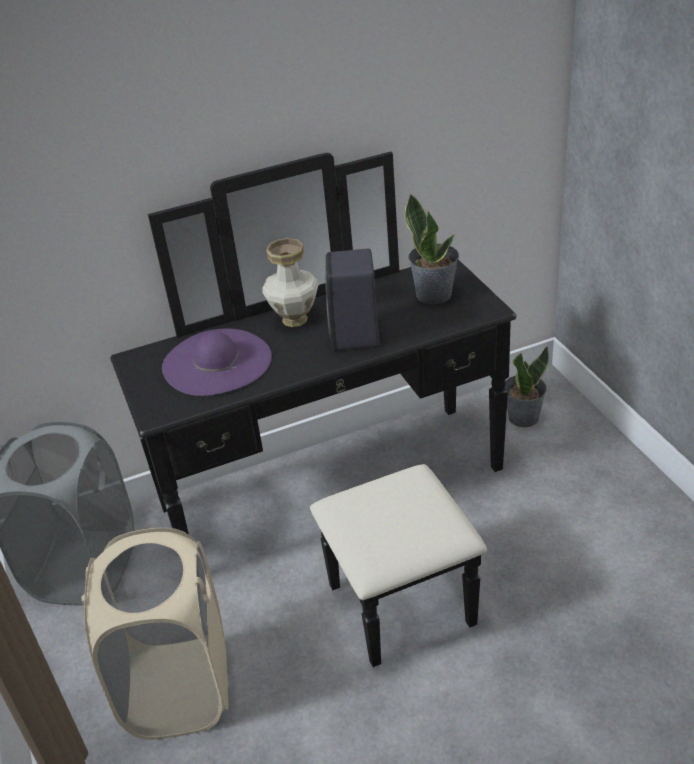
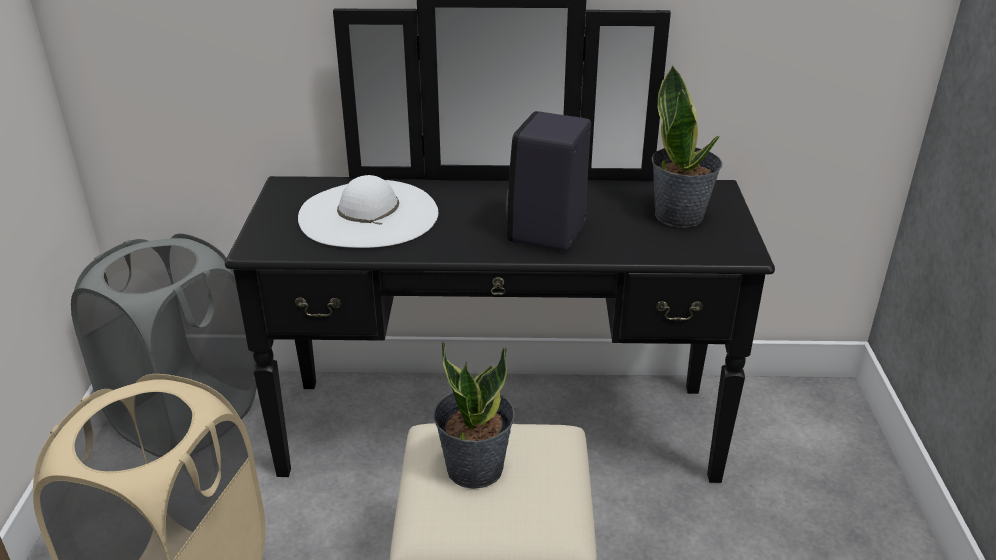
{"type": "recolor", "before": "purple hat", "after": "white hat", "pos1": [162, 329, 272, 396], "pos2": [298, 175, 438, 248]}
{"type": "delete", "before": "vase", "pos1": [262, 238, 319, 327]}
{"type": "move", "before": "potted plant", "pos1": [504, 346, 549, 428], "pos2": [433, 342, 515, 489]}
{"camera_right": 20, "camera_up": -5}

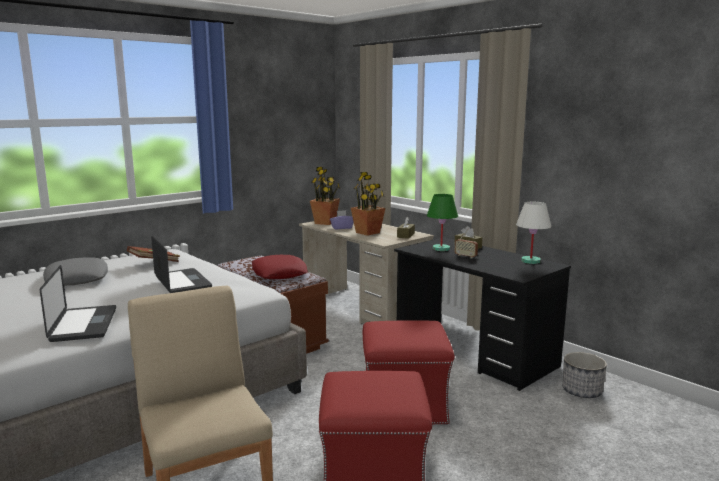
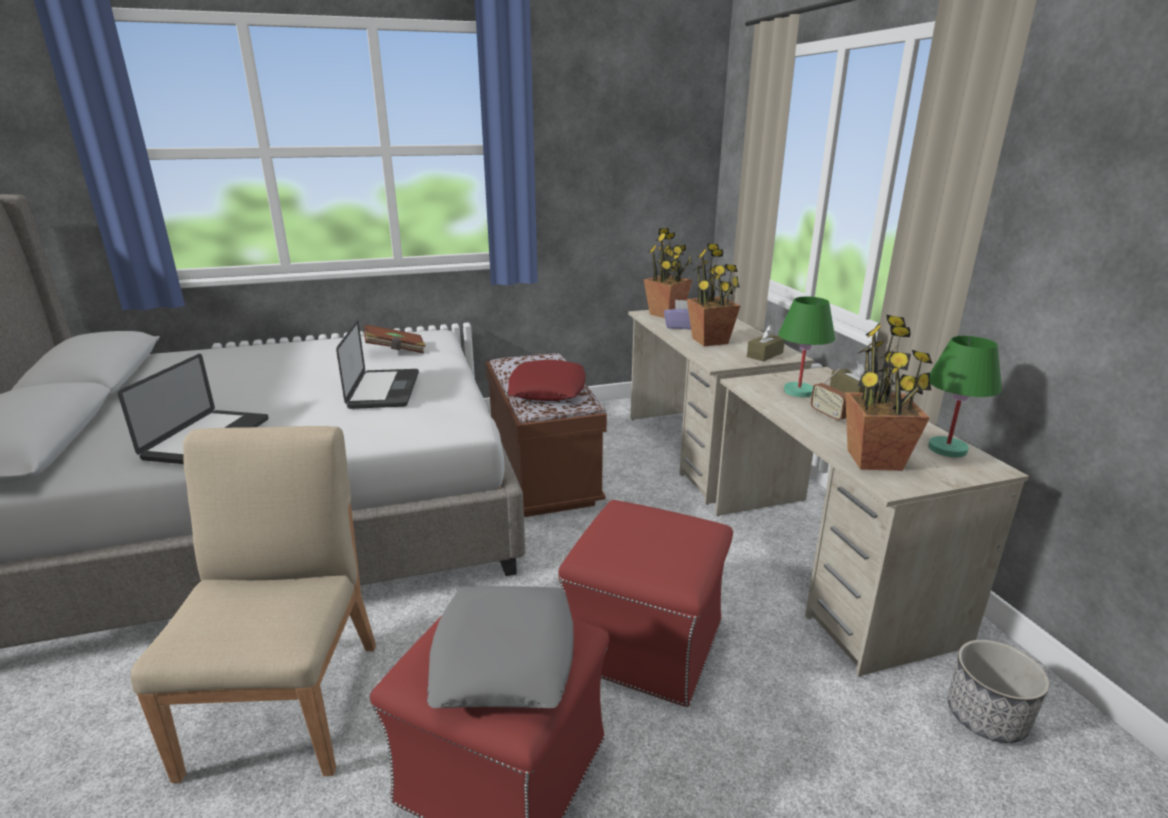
{"type": "move", "before": "grey pillow", "pos1": [43, 258, 108, 285], "pos2": [427, 586, 574, 708]}
{"type": "recolor", "before": "black desk", "after": "beige desk", "pos1": [394, 237, 571, 391], "pos2": [715, 367, 1029, 677]}
{"type": "recolor", "before": "white table lamp", "after": "green table lamp", "pos1": [516, 202, 551, 264], "pos2": [928, 336, 1002, 457]}
{"type": "insert", "after": "potted plant", "pos2": [845, 315, 933, 471]}
{"camera_right": 25, "camera_up": 10}

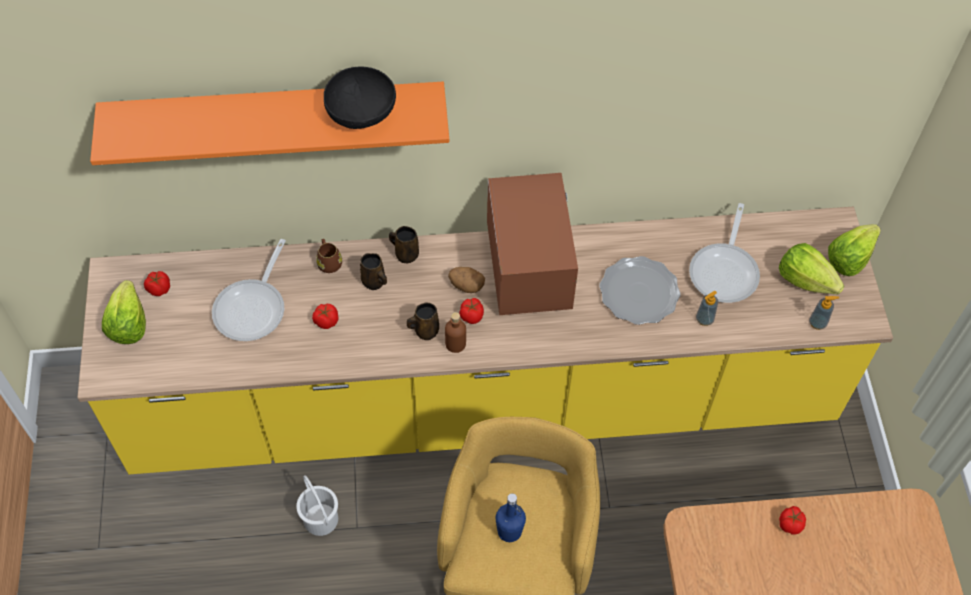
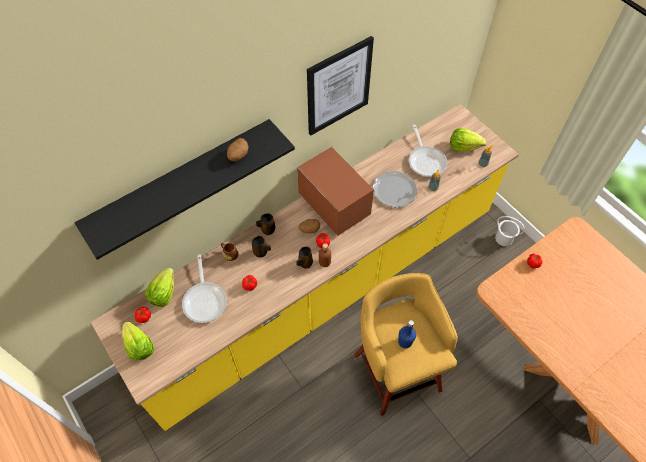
{"type": "recolor", "before": "orange shelf", "after": "black shelf", "pos1": [90, 82, 449, 165], "pos2": [74, 119, 295, 260]}
{"type": "move", "before": "white bucket", "pos1": [296, 475, 338, 536], "pos2": [495, 216, 525, 246]}
{"type": "replace", "before": "black bowl", "after": "potato", "pos1": [324, 67, 396, 129], "pos2": [227, 138, 249, 161]}
{"type": "move", "before": "lettuce", "pos1": [828, 224, 881, 276], "pos2": [145, 267, 174, 307]}
{"type": "insert", "after": "picture", "pos2": [307, 36, 374, 135]}
{"camera_right": -30, "camera_up": 0}

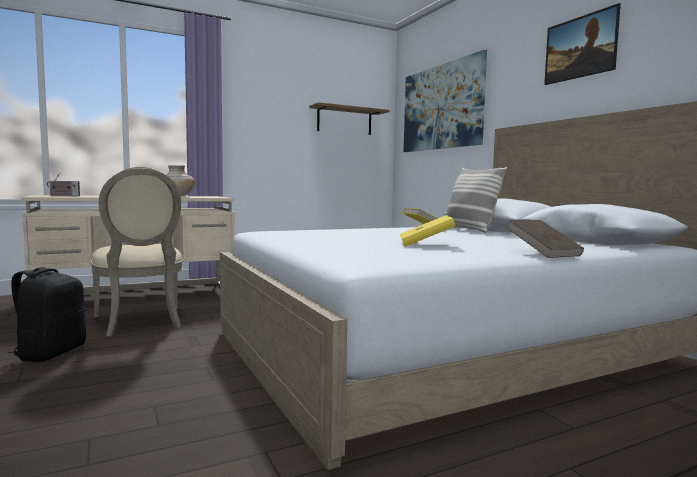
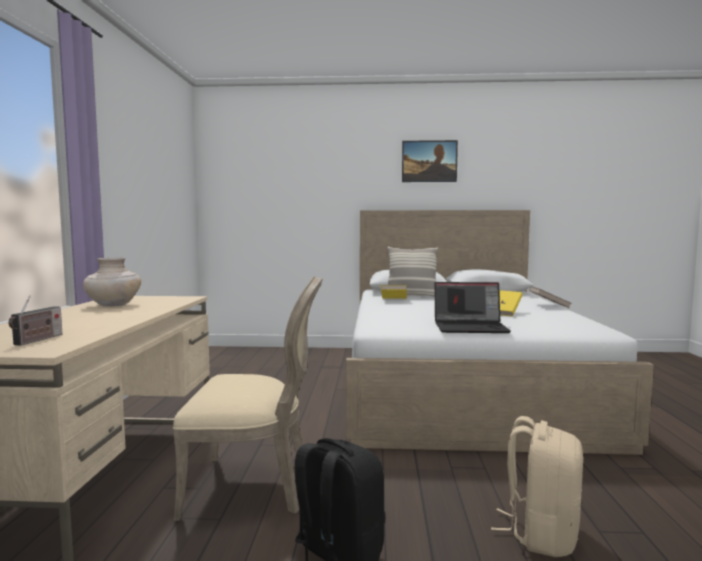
{"type": "delete", "before": "shelf", "pos1": [309, 102, 389, 135]}
{"type": "delete", "before": "picture", "pos1": [404, 50, 487, 152]}
{"type": "insert", "after": "laptop", "pos2": [434, 282, 511, 333]}
{"type": "insert", "after": "beige backpack", "pos2": [491, 416, 583, 557]}
{"camera_right": -60, "camera_up": 0}

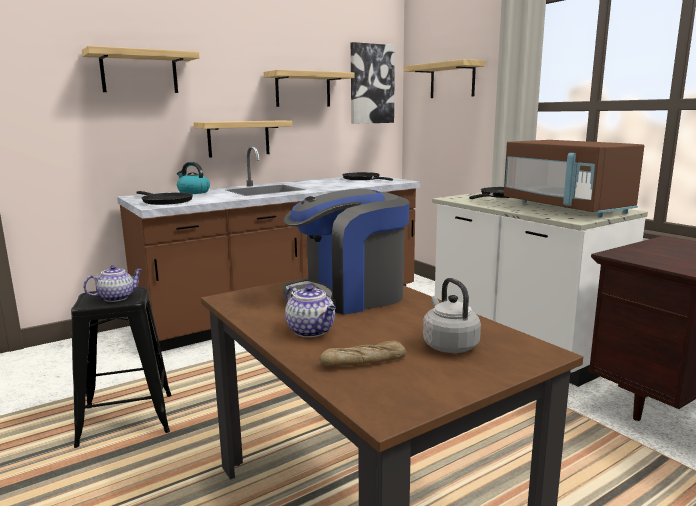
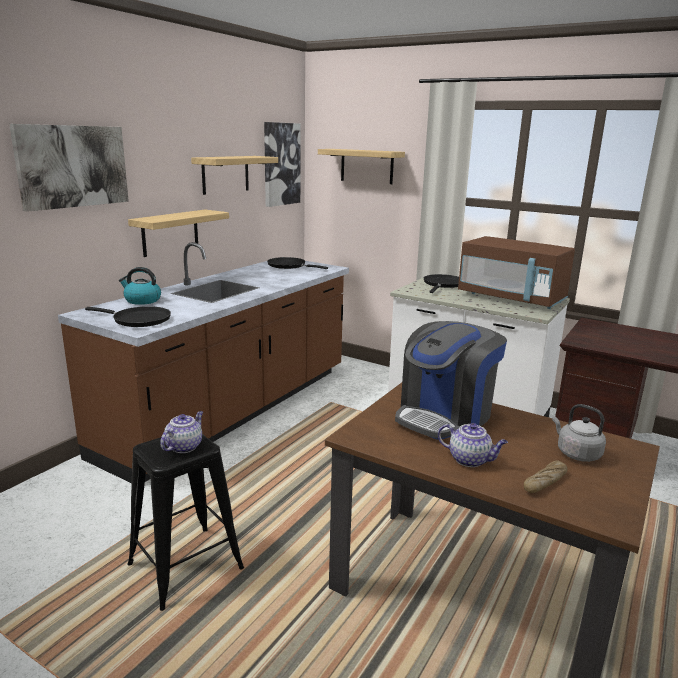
{"type": "replace", "before": "shelf", "after": "picture", "pos1": [82, 46, 200, 93], "pos2": [9, 124, 129, 212]}
{"camera_right": -25, "camera_up": 5}

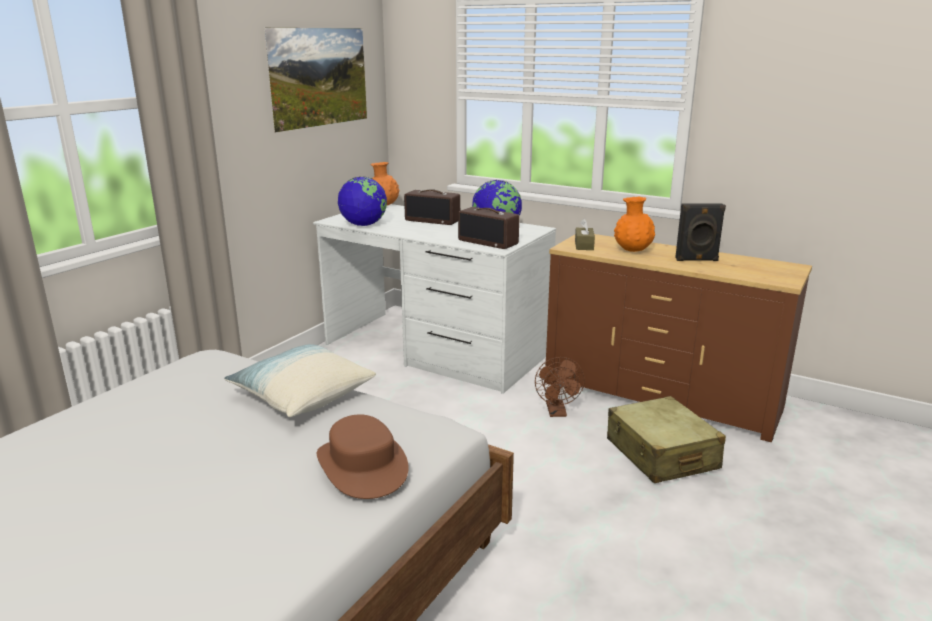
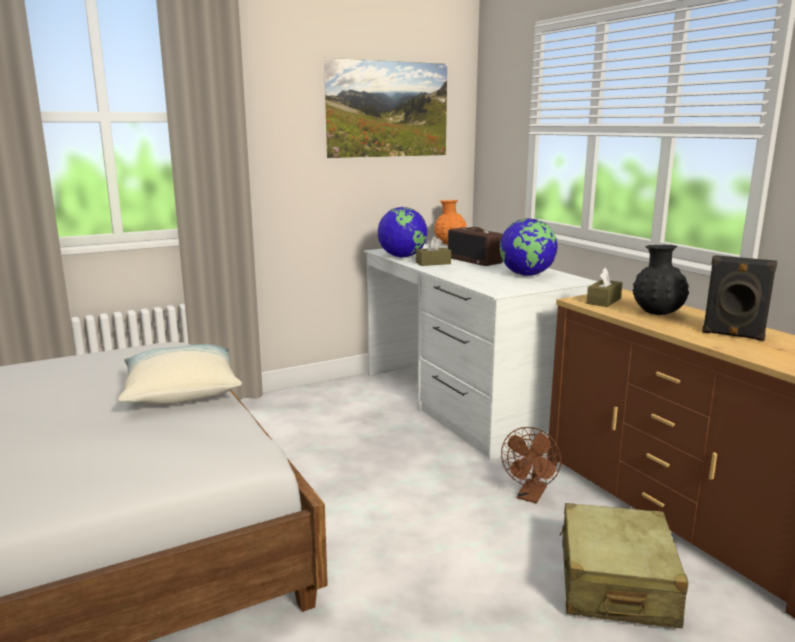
{"type": "delete", "before": "brown hat", "pos1": [317, 414, 409, 499]}
{"type": "delete", "before": "radio", "pos1": [458, 207, 519, 249]}
{"type": "recolor", "before": "orange vase", "after": "black vase", "pos1": [614, 196, 655, 252], "pos2": [633, 245, 689, 315]}
{"type": "insert", "after": "brown tissue box", "pos2": [416, 237, 451, 266]}
{"camera_right": 30, "camera_up": -5}

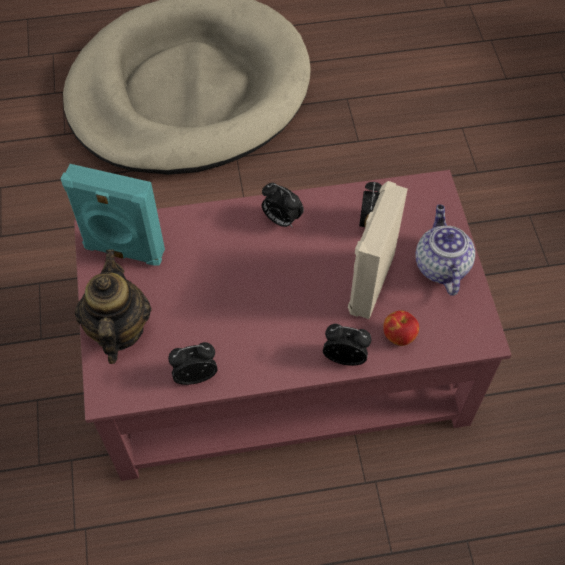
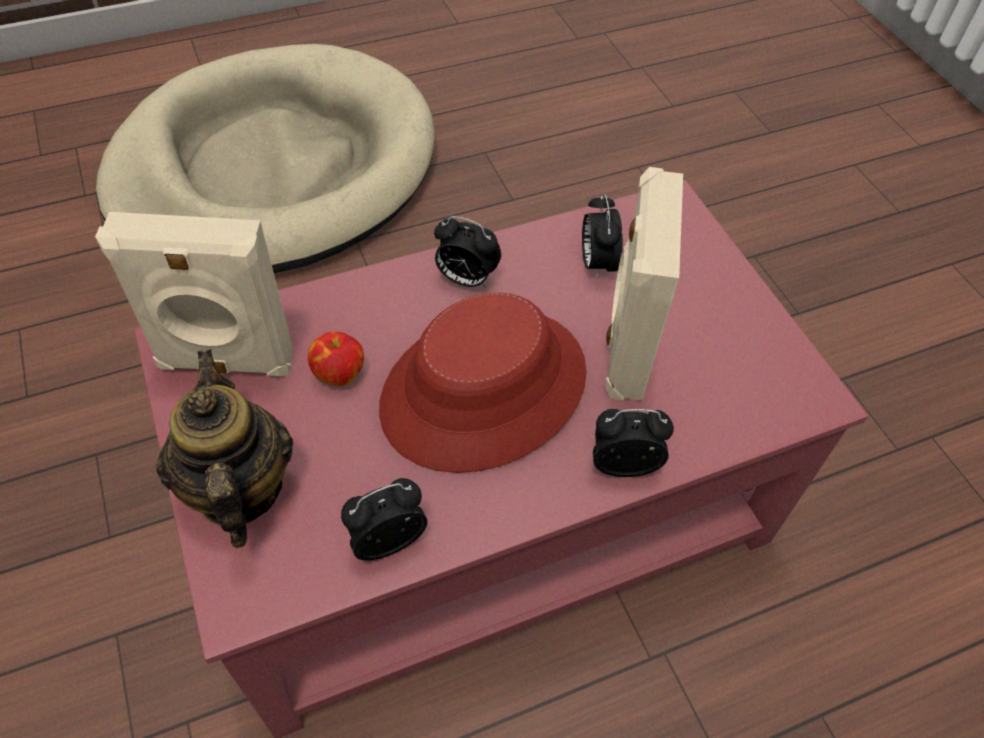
{"type": "recolor", "before": "turquoise speaker", "after": "beige speaker", "pos1": [60, 164, 165, 266], "pos2": [95, 212, 293, 376]}
{"type": "move", "before": "apple", "pos1": [383, 310, 419, 346], "pos2": [308, 331, 364, 386]}
{"type": "delete", "before": "teapot", "pos1": [415, 205, 475, 296]}
{"type": "insert", "after": "red hat", "pos2": [379, 293, 587, 473]}
{"camera_right": -15, "camera_up": -5}

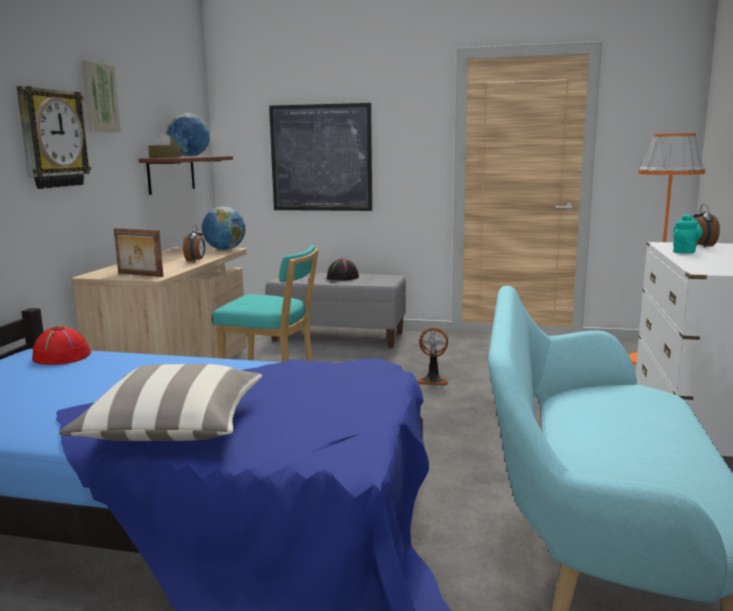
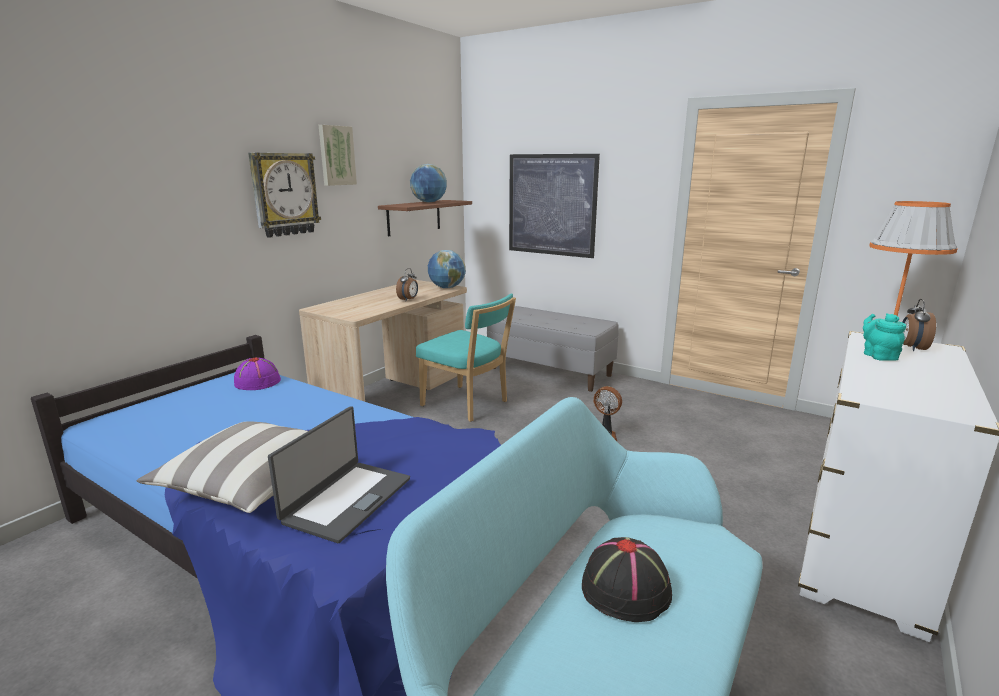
{"type": "recolor", "before": "red hat", "after": "purple hat", "pos1": [32, 326, 91, 365], "pos2": [234, 357, 281, 390]}
{"type": "delete", "before": "picture frame", "pos1": [114, 228, 164, 277]}
{"type": "delete", "before": "brown tissue box", "pos1": [148, 133, 181, 158]}
{"type": "move", "before": "black hat", "pos1": [327, 258, 359, 280], "pos2": [582, 537, 672, 622]}
{"type": "rotate", "before": "turquoise teapot", "pos1": [673, 214, 703, 254], "pos2": [863, 313, 906, 361], "turn": -60}
{"type": "insert", "after": "laptop", "pos2": [268, 406, 410, 543]}
{"camera_right": 20, "camera_up": 5}

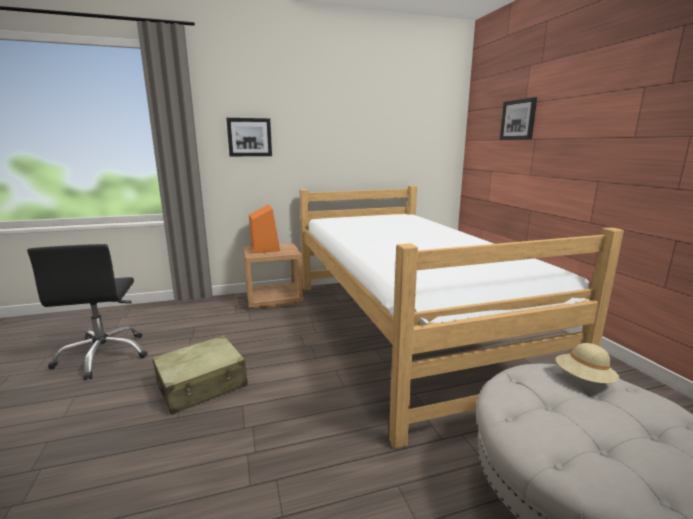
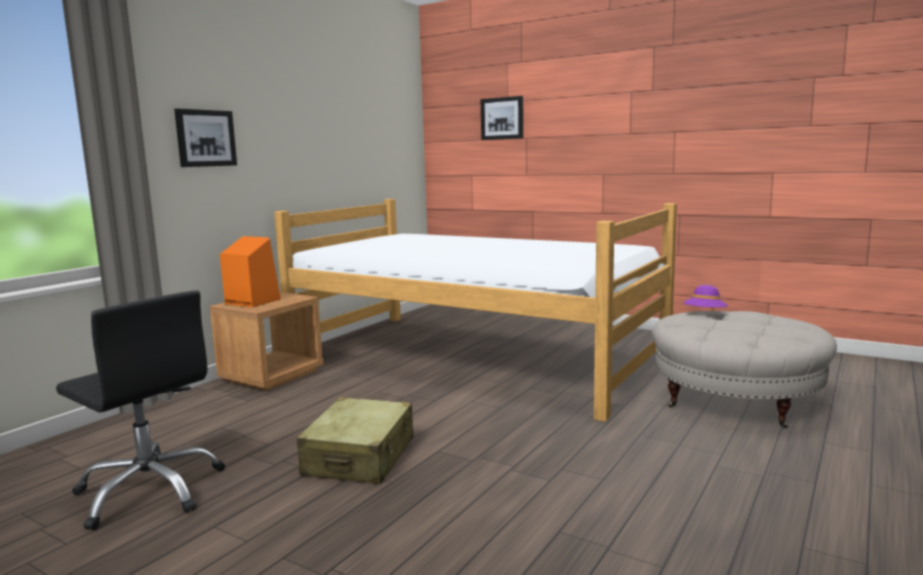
{"type": "recolor", "before": "beige hat", "after": "purple hat", "pos1": [555, 343, 619, 383], "pos2": [683, 285, 728, 310]}
{"camera_right": -40, "camera_up": -5}

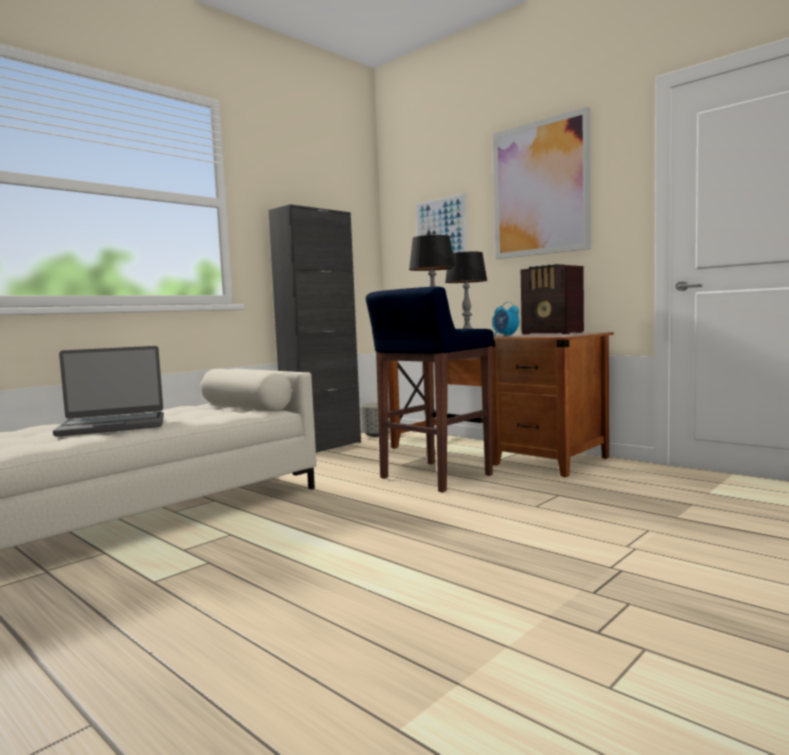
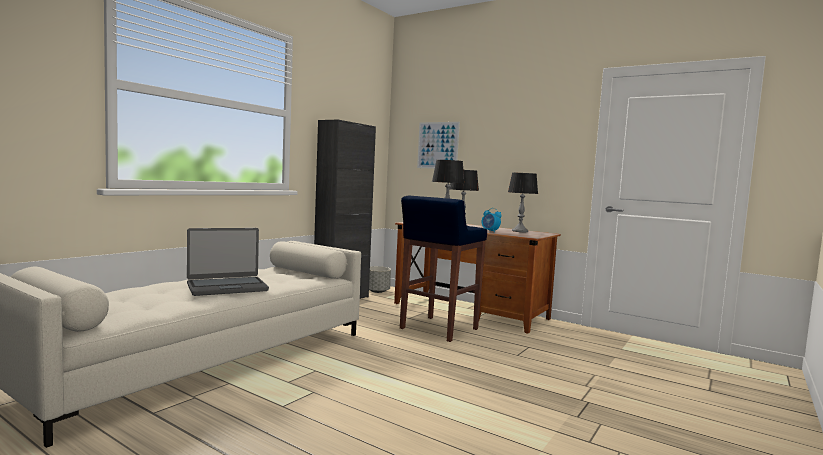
{"type": "delete", "before": "picture", "pos1": [493, 107, 591, 259]}
{"type": "replace", "before": "radio", "after": "table lamp", "pos1": [521, 264, 584, 334], "pos2": [508, 173, 538, 232]}
{"camera_right": -10, "camera_up": 0}

